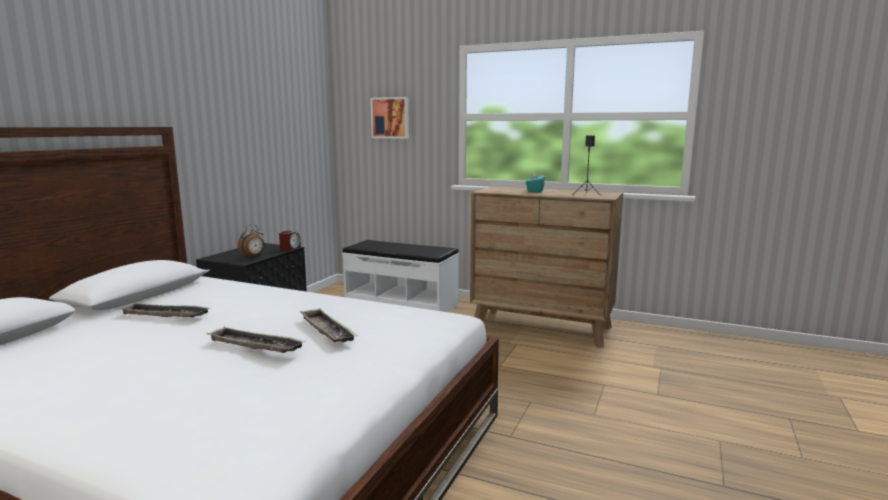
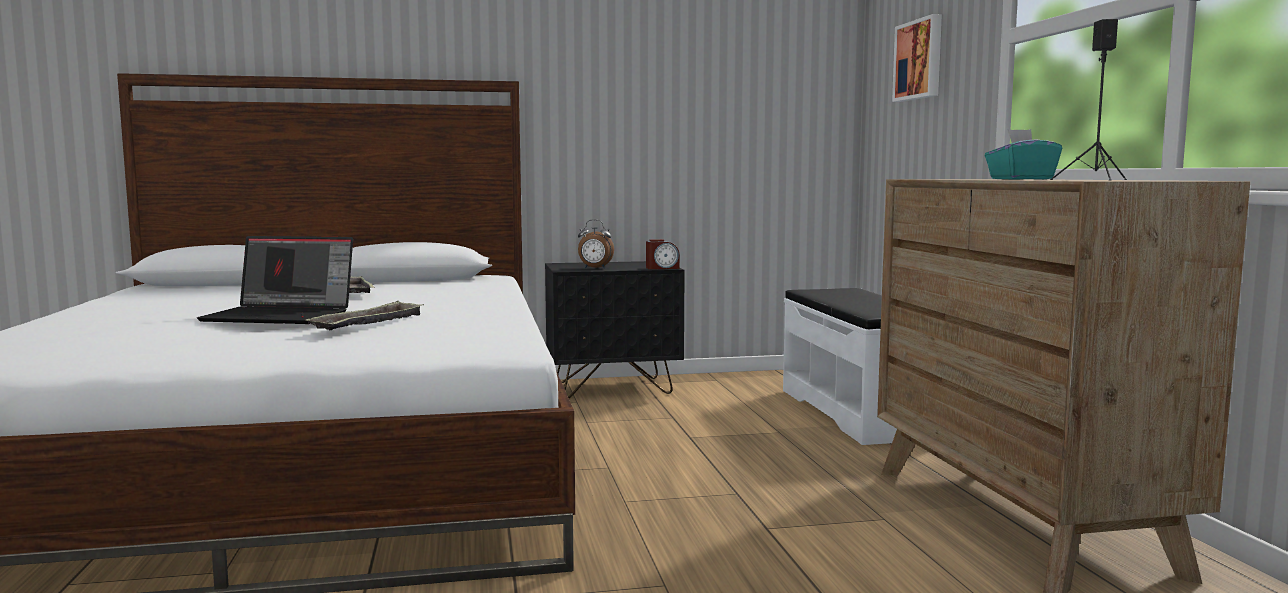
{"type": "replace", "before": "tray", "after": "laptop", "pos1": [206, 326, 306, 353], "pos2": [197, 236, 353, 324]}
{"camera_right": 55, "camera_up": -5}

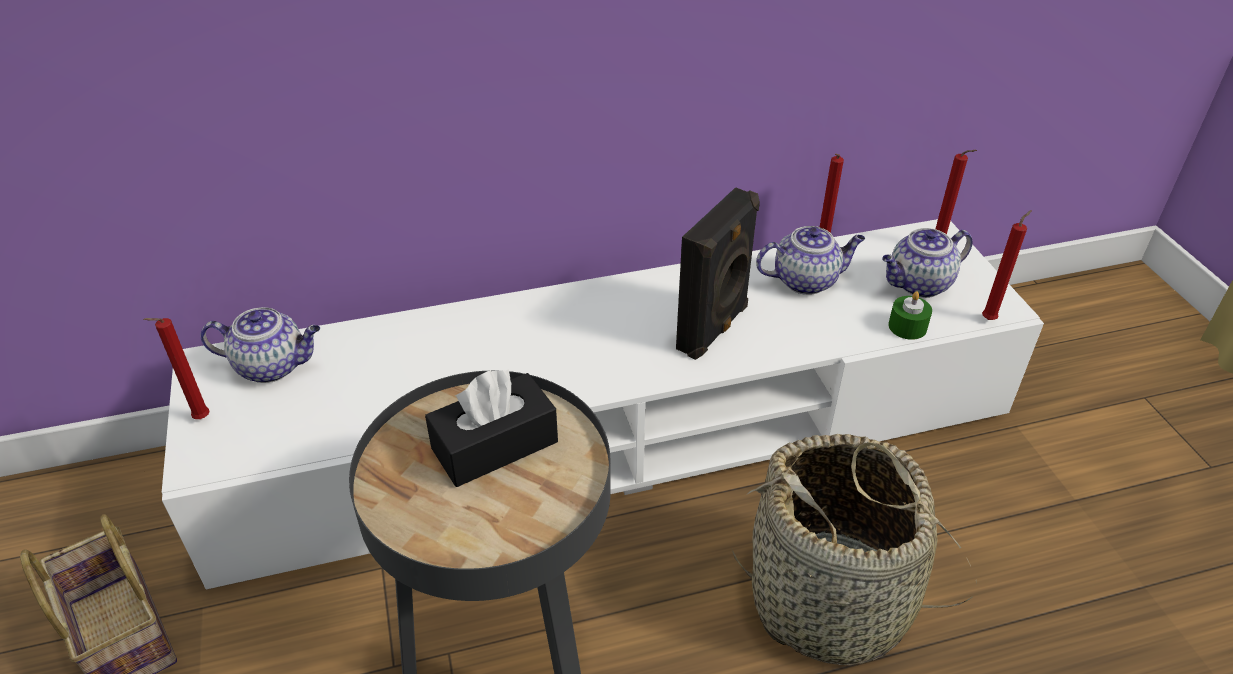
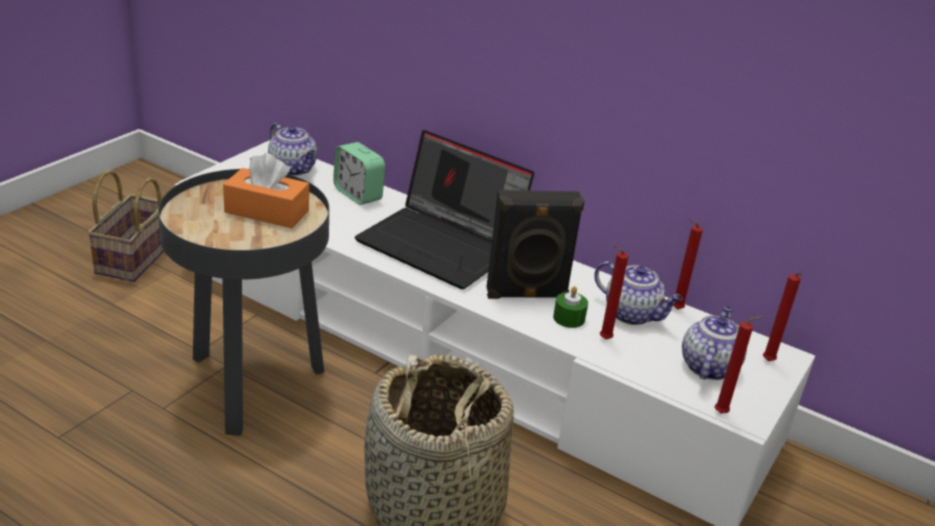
{"type": "move", "before": "red candle", "pos1": [143, 318, 210, 419], "pos2": [600, 244, 629, 339]}
{"type": "recolor", "before": "black tissue box", "after": "orange tissue box", "pos1": [425, 369, 558, 487], "pos2": [223, 153, 309, 228]}
{"type": "rotate", "before": "teapot", "pos1": [882, 228, 972, 298], "pos2": [682, 306, 747, 380], "turn": 90}
{"type": "move", "before": "green candle", "pos1": [888, 291, 932, 340], "pos2": [553, 286, 588, 328]}
{"type": "insert", "after": "alarm clock", "pos2": [333, 142, 385, 205]}
{"type": "insert", "after": "laptop", "pos2": [354, 130, 534, 289]}
{"camera_right": 45, "camera_up": -10}

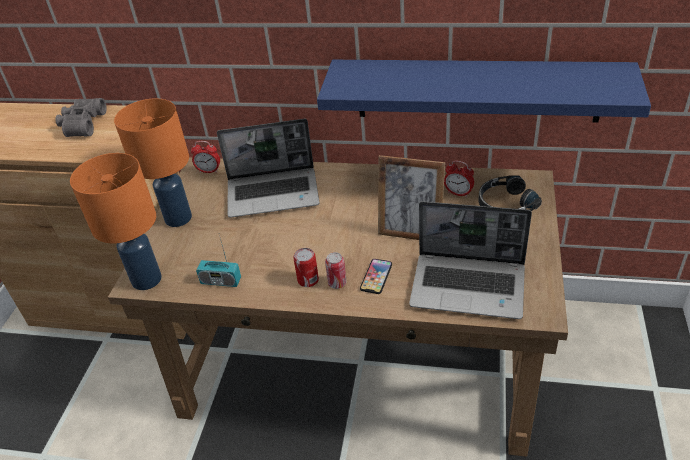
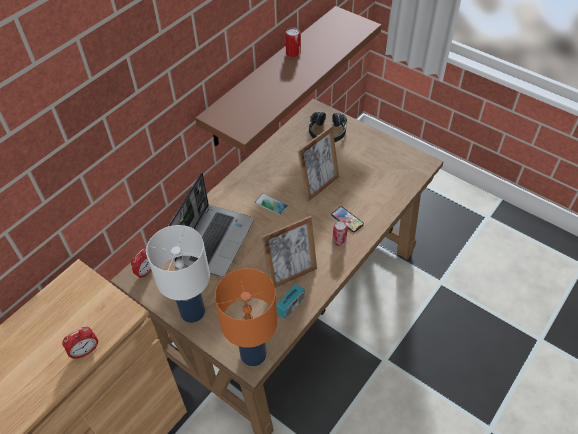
{"type": "delete", "before": "grey binoculars", "pos1": [55, 98, 107, 137]}
{"type": "recolor", "before": "orange table lamp", "after": "white table lamp", "pos1": [114, 98, 192, 227], "pos2": [146, 225, 210, 323]}
{"type": "move", "before": "can", "pos1": [293, 248, 319, 287], "pos2": [285, 28, 301, 57]}
{"type": "recolor", "before": "blue shelf", "after": "brown shelf", "pos1": [317, 60, 651, 123], "pos2": [195, 6, 382, 152]}
{"type": "delete", "before": "laptop", "pos1": [409, 201, 532, 319]}
{"type": "move", "before": "alarm clock", "pos1": [444, 161, 474, 197], "pos2": [62, 327, 98, 360]}
{"type": "insert", "after": "phone", "pos2": [255, 193, 288, 215]}
{"type": "insert", "after": "picture frame", "pos2": [261, 216, 317, 288]}
{"camera_right": -65, "camera_up": 10}

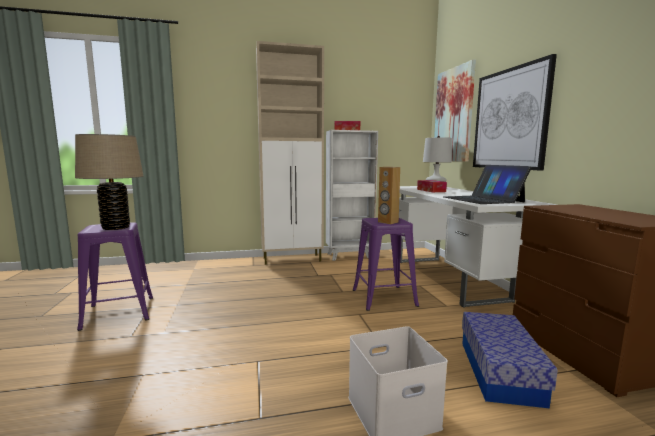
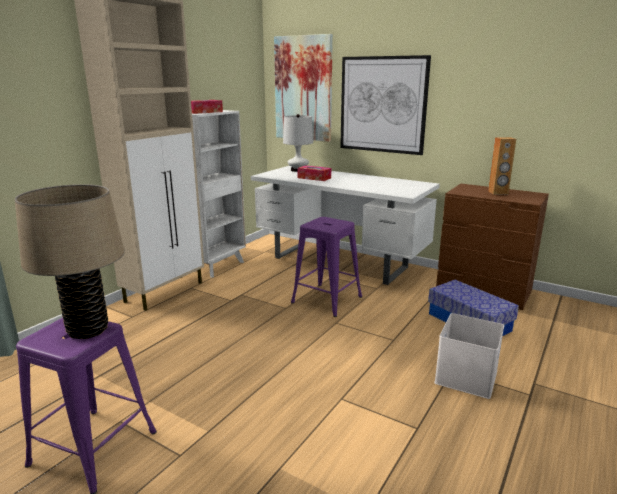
{"type": "move", "before": "brown speaker", "pos1": [378, 167, 400, 224], "pos2": [488, 137, 516, 195]}
{"type": "delete", "before": "laptop", "pos1": [444, 165, 531, 204]}
{"camera_right": -45, "camera_up": 10}

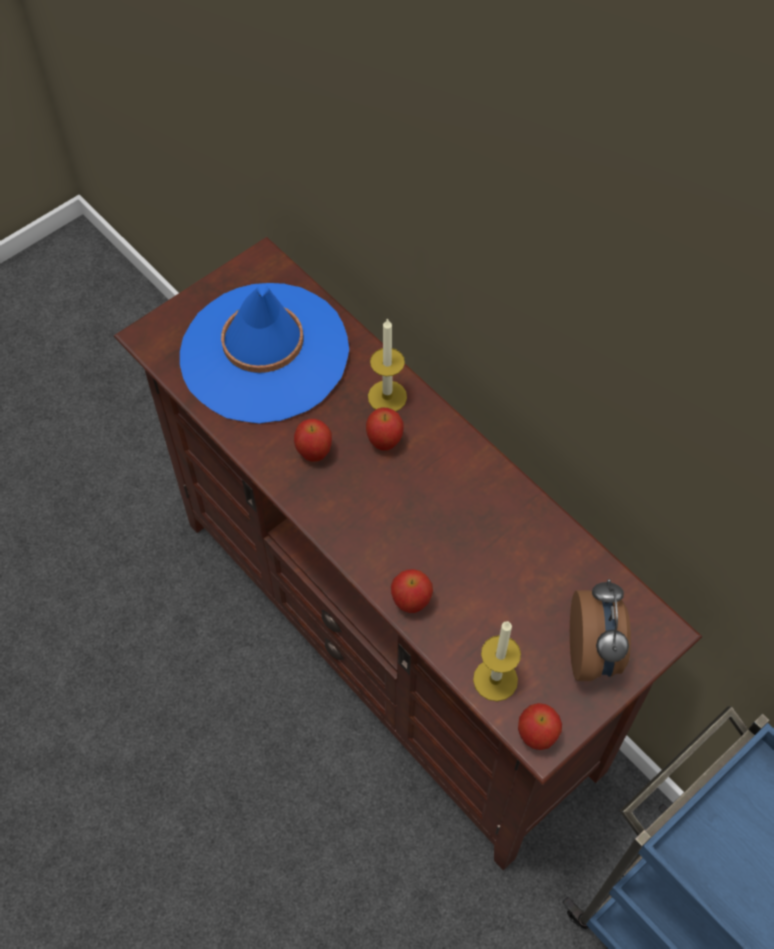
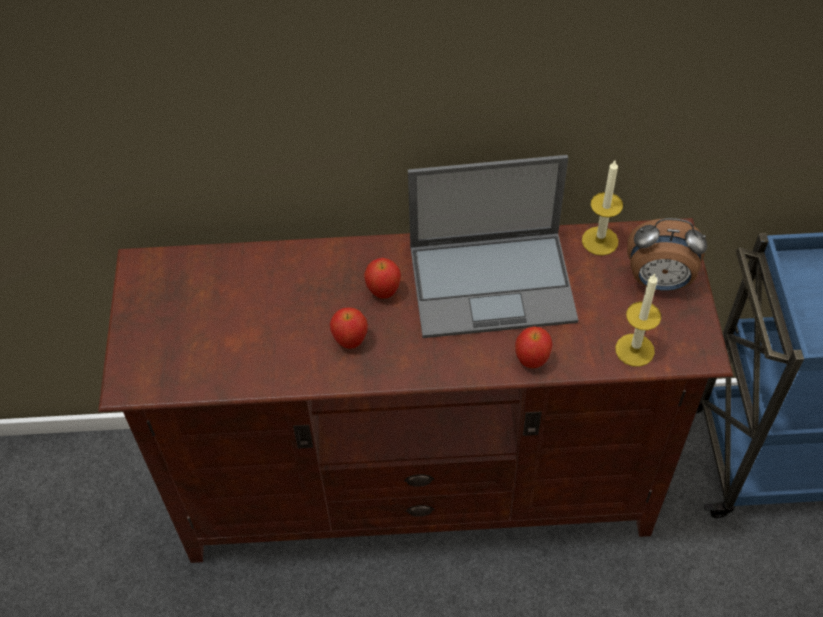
{"type": "delete", "before": "blue hat", "pos1": [180, 283, 349, 424]}
{"type": "move", "before": "candle", "pos1": [368, 318, 407, 411], "pos2": [582, 161, 623, 256]}
{"type": "delete", "before": "apple", "pos1": [518, 703, 562, 750]}
{"type": "rotate", "before": "alarm clock", "pos1": [570, 579, 631, 681], "pos2": [627, 218, 707, 291], "turn": 150}
{"type": "insert", "after": "laptop", "pos2": [408, 155, 578, 338]}
{"camera_right": -50, "camera_up": -5}

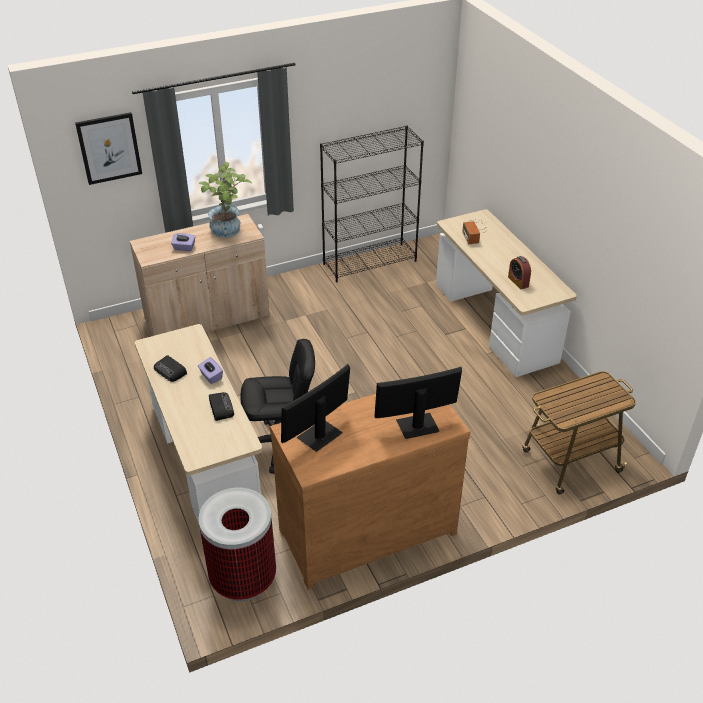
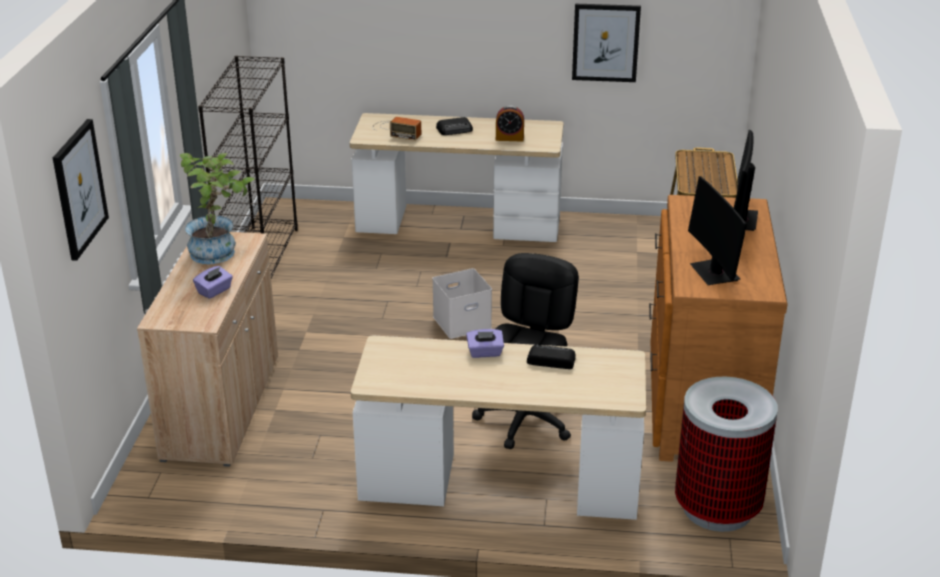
{"type": "move", "before": "radio", "pos1": [154, 355, 187, 382], "pos2": [436, 117, 473, 135]}
{"type": "insert", "after": "white storage box", "pos2": [432, 268, 492, 339]}
{"type": "insert", "after": "picture", "pos2": [572, 4, 641, 82]}
{"camera_right": -60, "camera_up": -10}

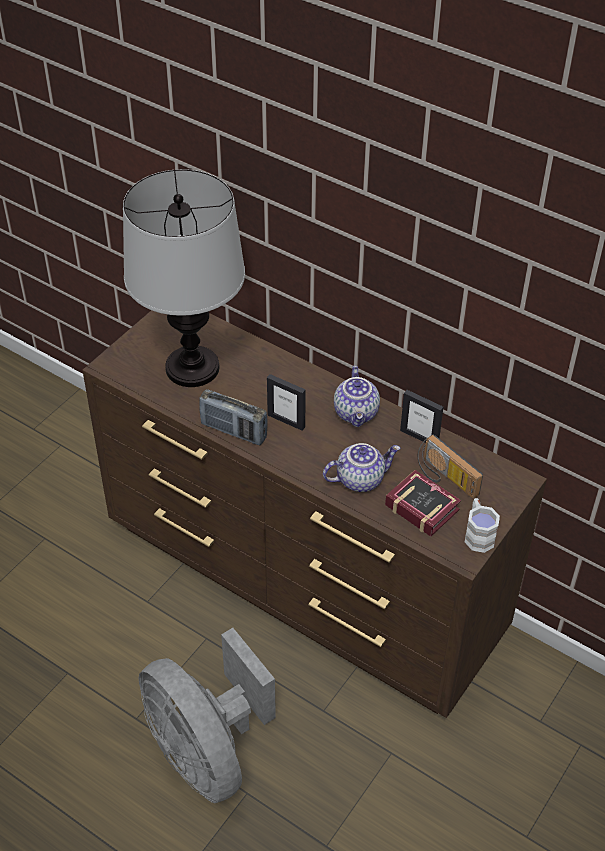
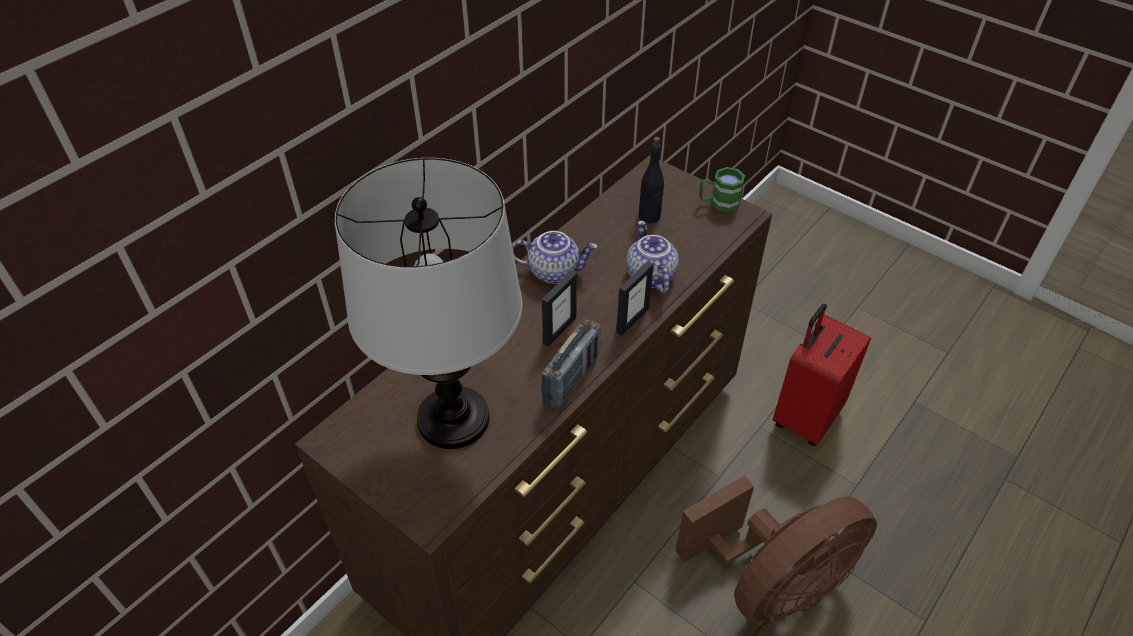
{"type": "recolor", "before": "grey fan", "after": "brown fan", "pos1": [139, 628, 276, 803], "pos2": [676, 475, 877, 626]}
{"type": "delete", "before": "book", "pos1": [385, 470, 461, 537]}
{"type": "move", "before": "picture frame", "pos1": [400, 390, 443, 443], "pos2": [616, 261, 654, 336]}
{"type": "replace", "before": "radio", "after": "black bottle", "pos1": [418, 435, 483, 499], "pos2": [639, 137, 664, 223]}
{"type": "recolor", "before": "white mug", "after": "green mug", "pos1": [465, 498, 500, 553], "pos2": [699, 167, 745, 213]}
{"type": "insert", "after": "red suitcase", "pos2": [773, 303, 871, 446]}
{"camera_right": -85, "camera_up": 0}

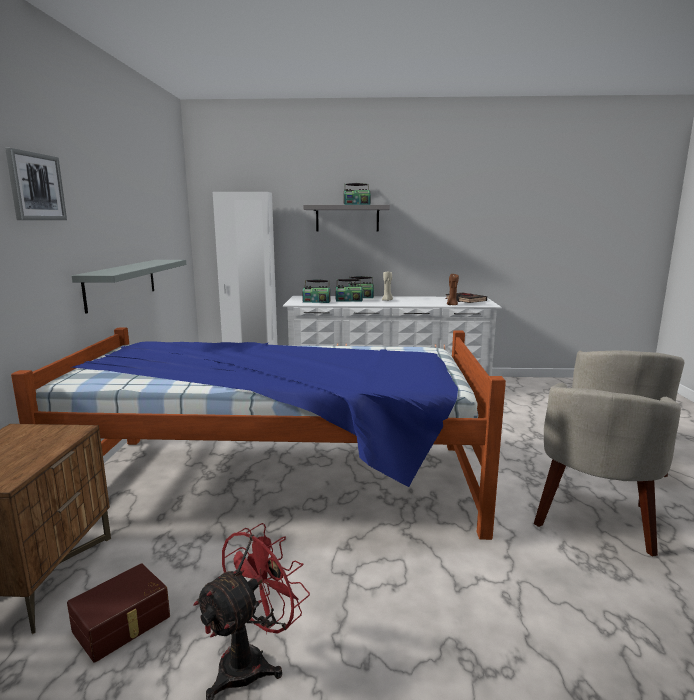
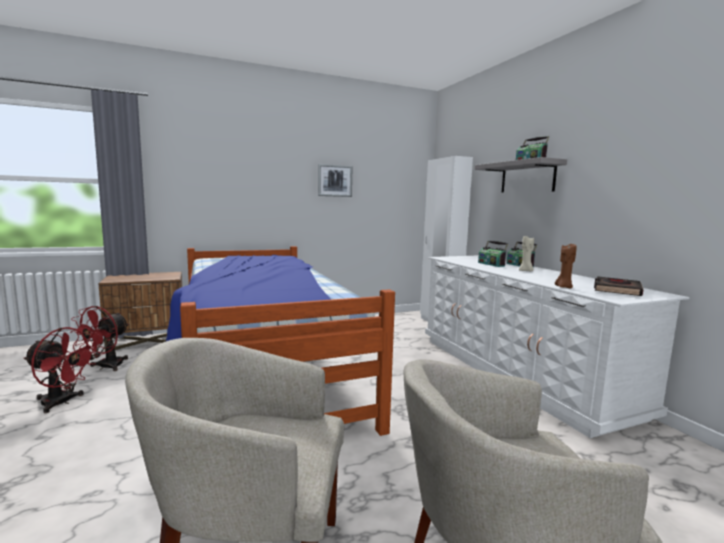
{"type": "move", "before": "picture", "pos1": [5, 148, 67, 220], "pos2": [318, 164, 353, 197]}
{"type": "replace", "before": "brown storage box", "after": "red fan", "pos1": [67, 564, 170, 663], "pos2": [70, 306, 129, 371]}
{"type": "delete", "before": "grey shelf", "pos1": [72, 260, 186, 314]}
{"type": "delete", "before": "radio", "pos1": [302, 279, 331, 303]}
{"camera_right": 65, "camera_up": -5}

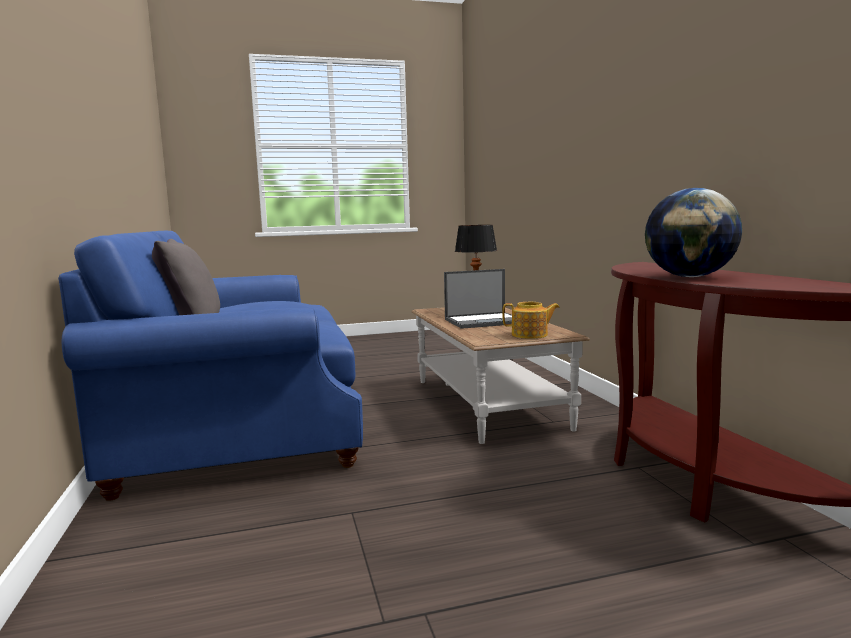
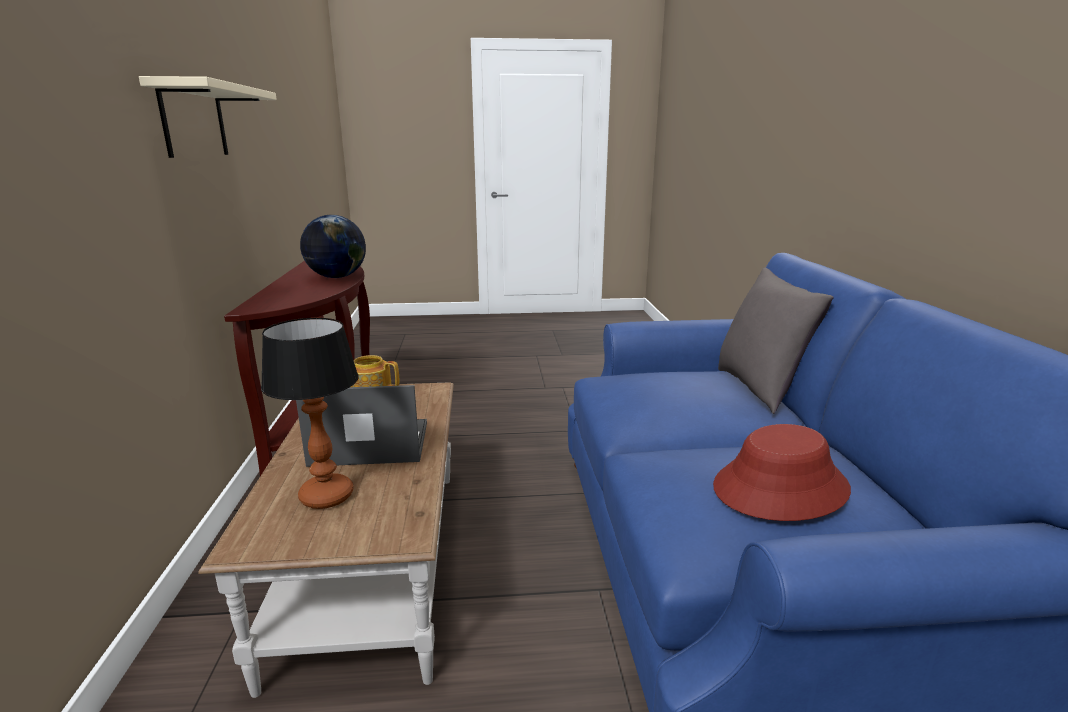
{"type": "insert", "after": "beige shelf", "pos2": [139, 76, 277, 158]}
{"type": "insert", "after": "red hat", "pos2": [713, 424, 851, 521]}
{"camera_right": -170, "camera_up": 10}

